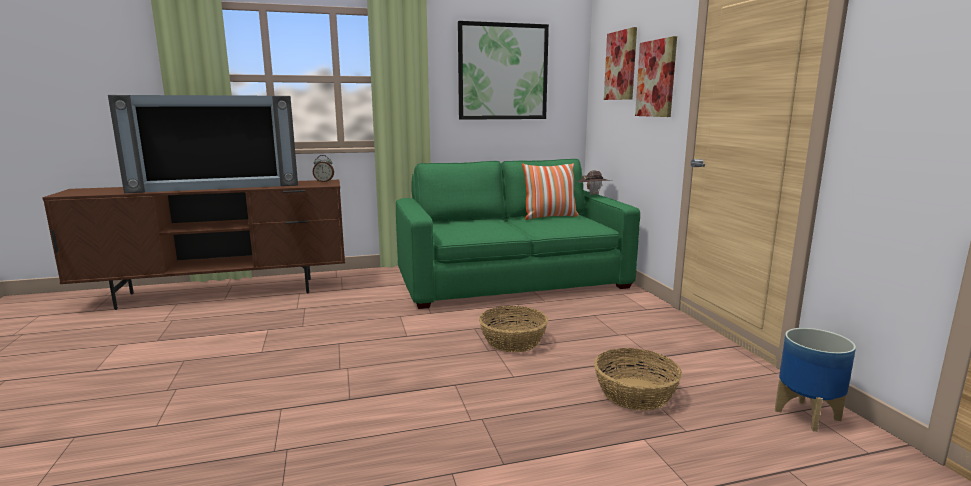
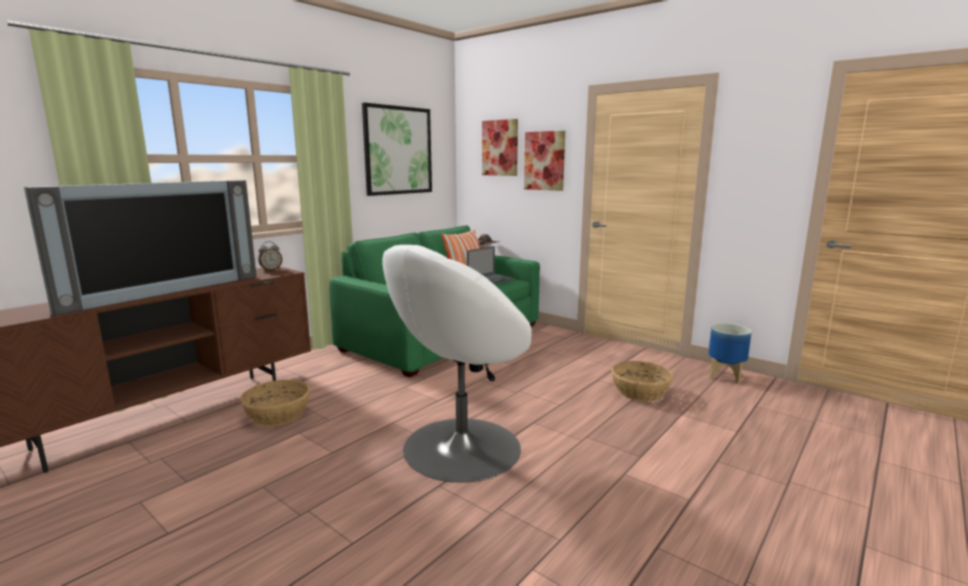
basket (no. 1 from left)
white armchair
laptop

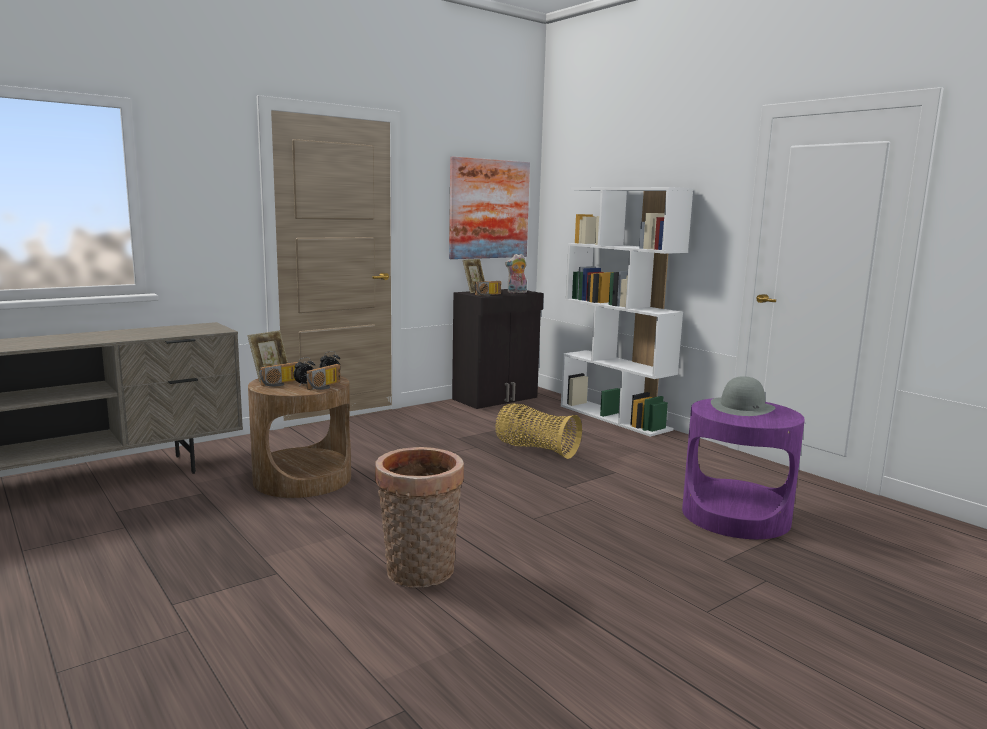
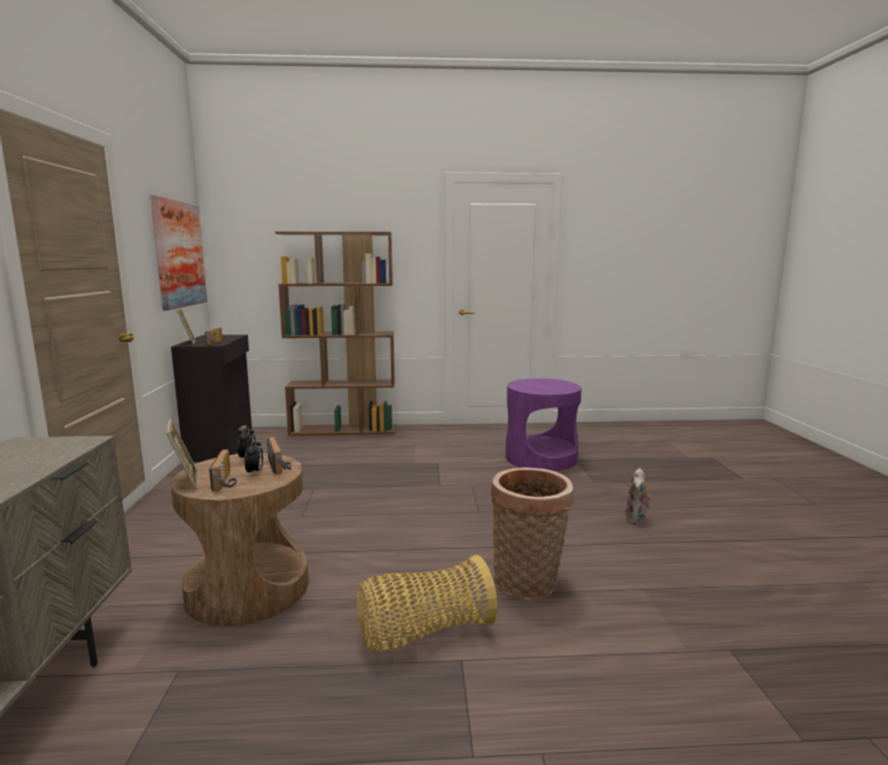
basket (no. 1 from left)
plush toy
brown bookcase
grey hat

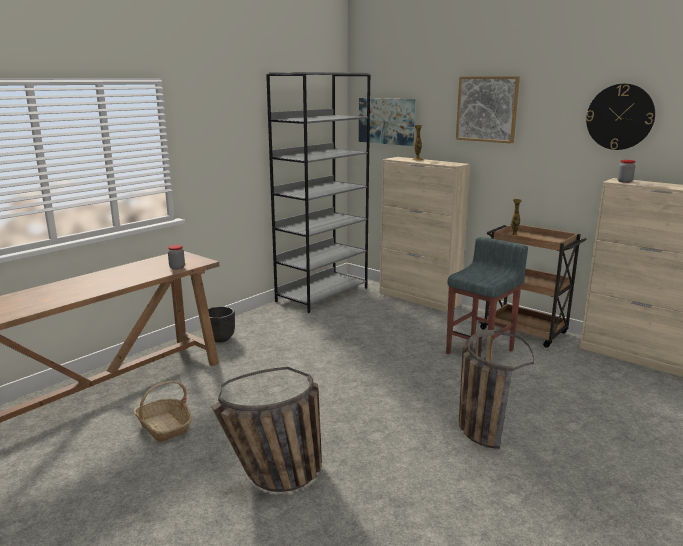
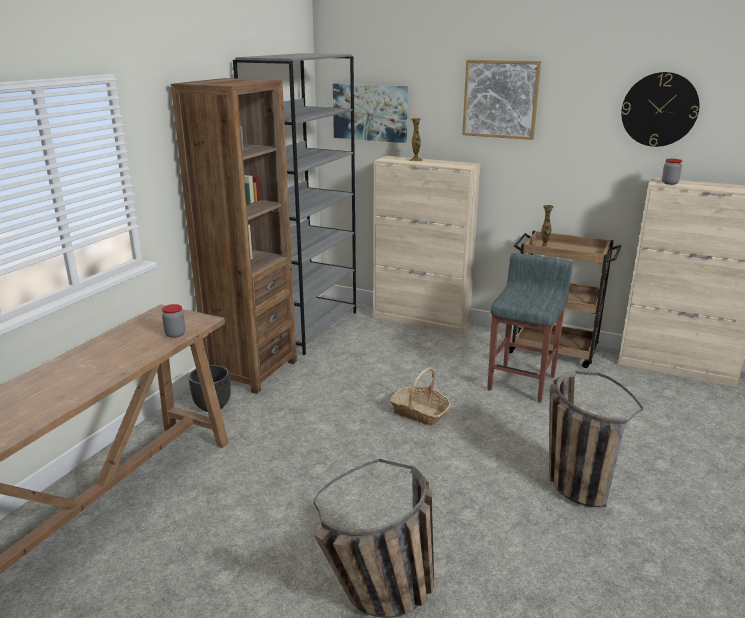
basket (no. 2 from left)
brown bookcase

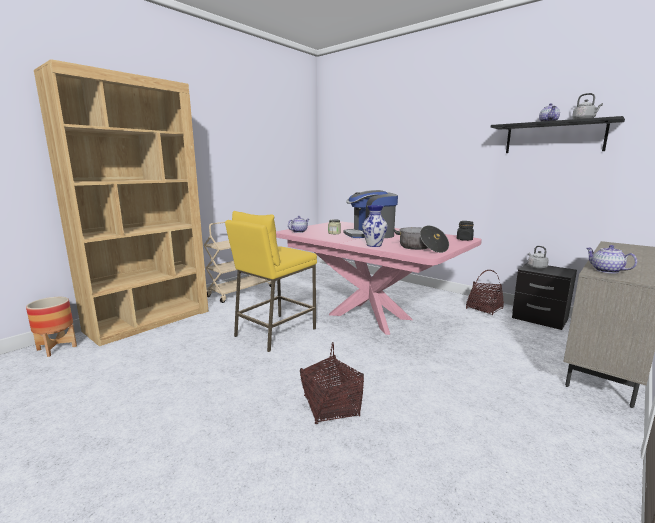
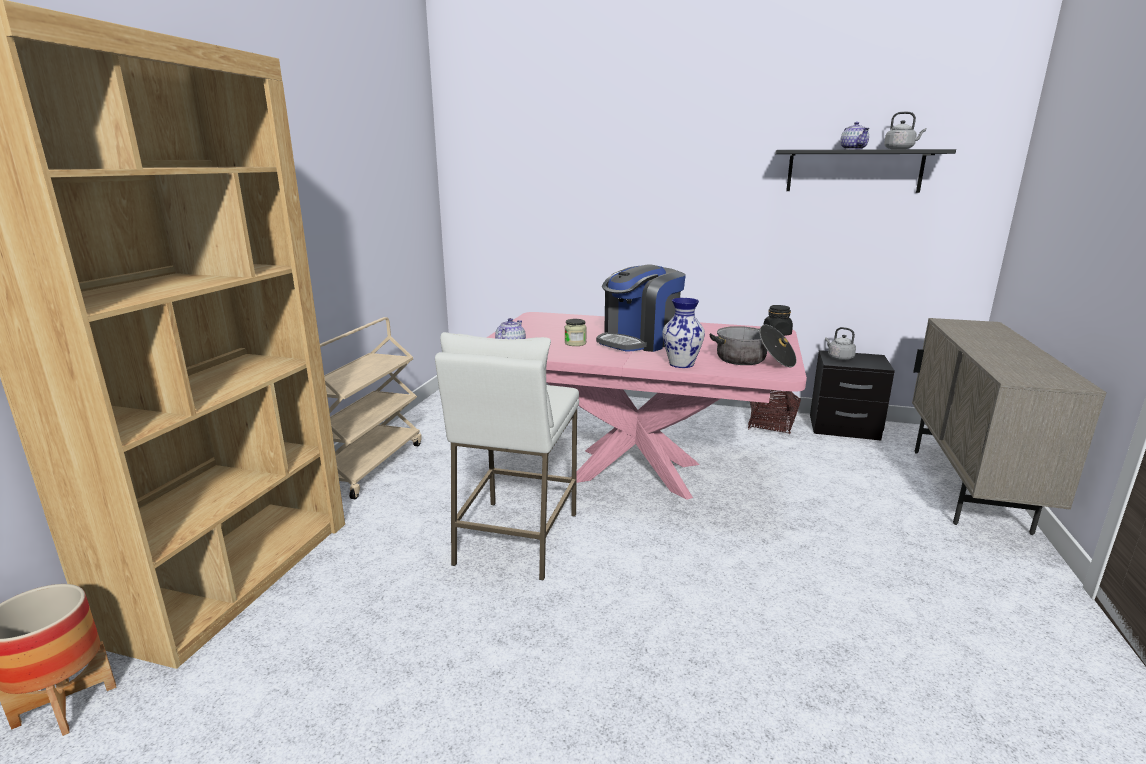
white stool
basket (no. 1 from left in the first image)
teapot (no. 3 from left in the first image)

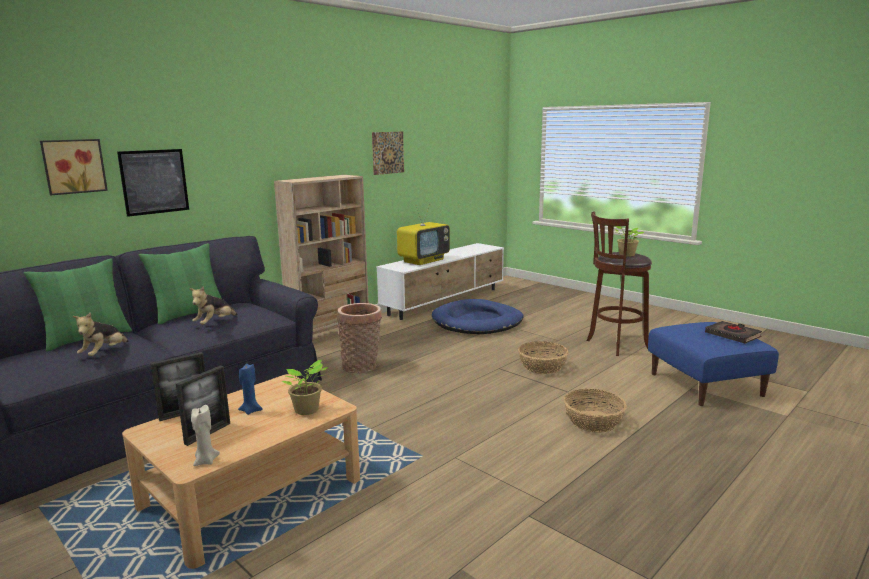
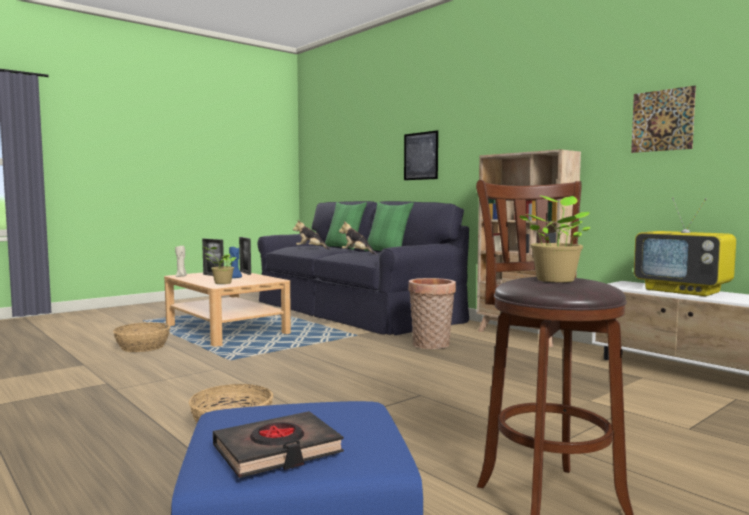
picture (no. 1 from left in the first image)
blue dog bed
basket (no. 1 from left)

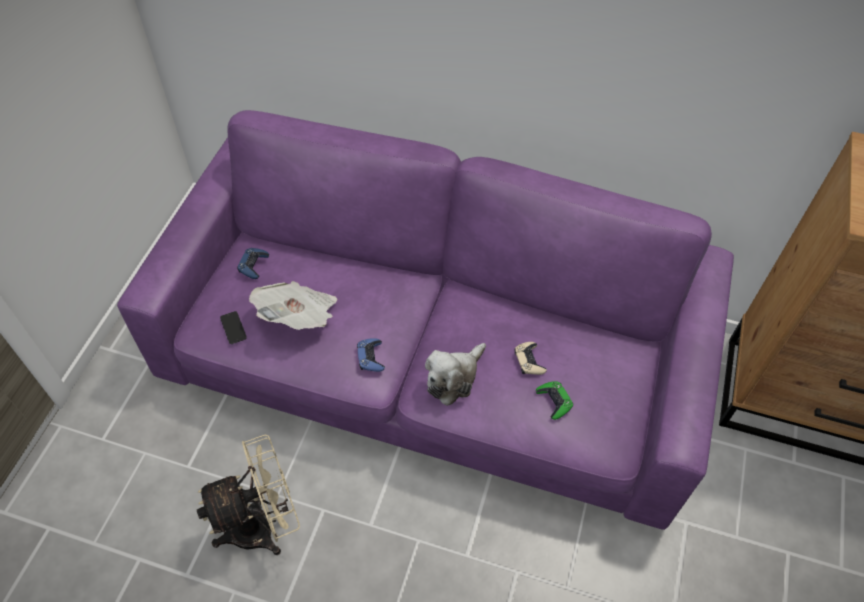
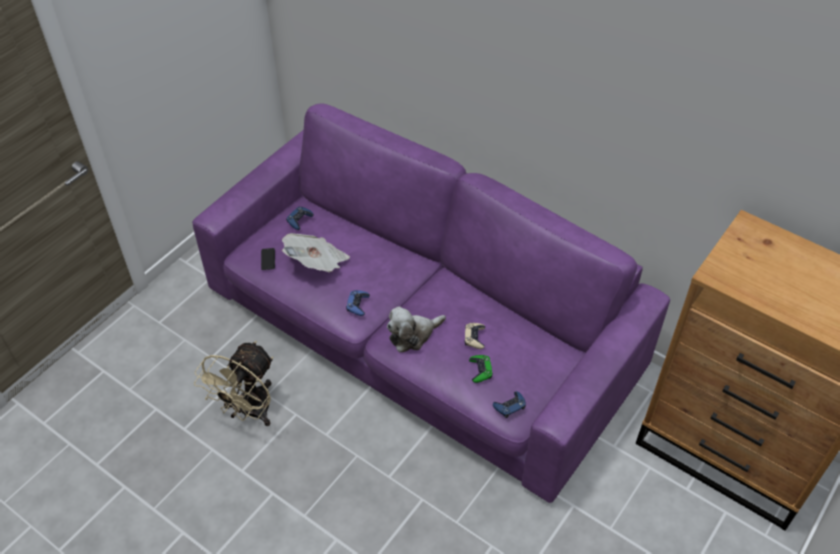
beige fan
blue game controller (no. 3 from left)

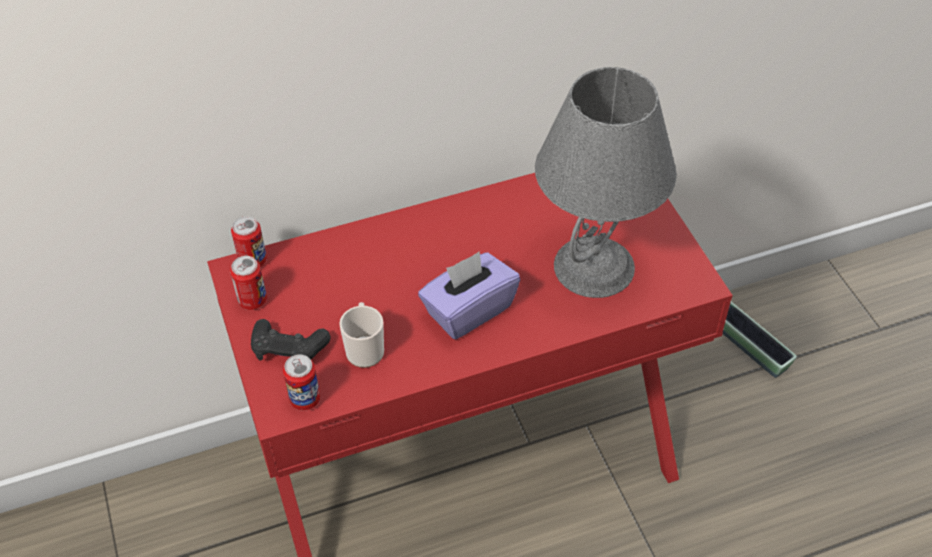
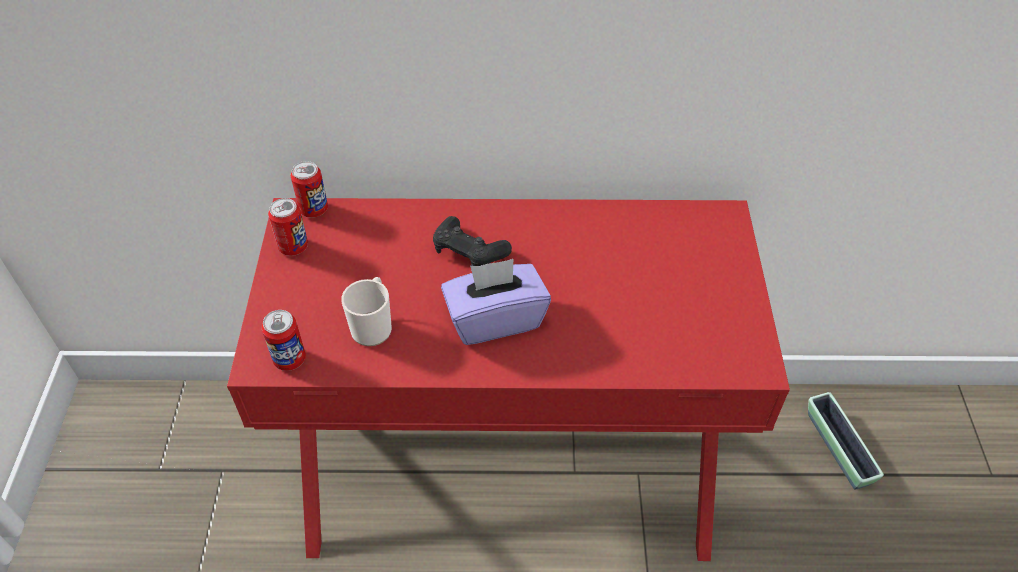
black game controller
grey table lamp

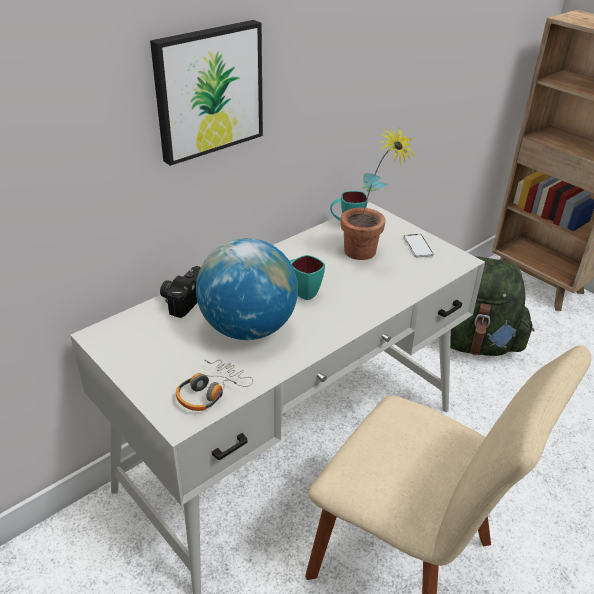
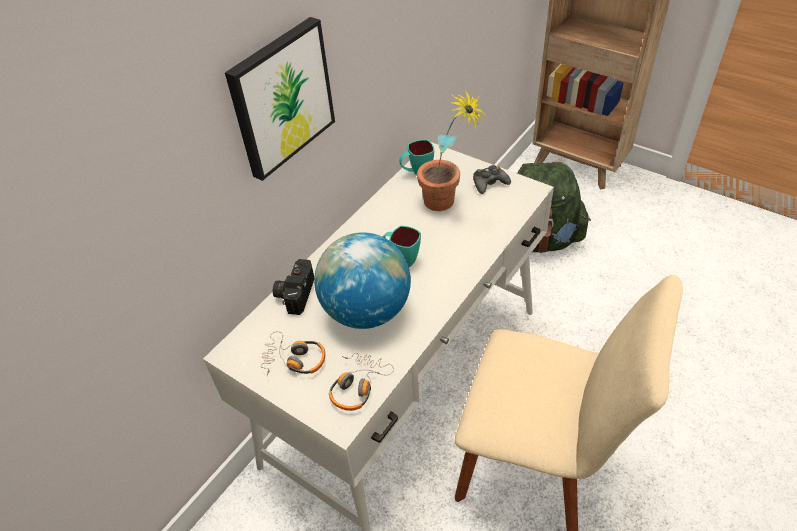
black game controller
headphones (no. 1 from left)

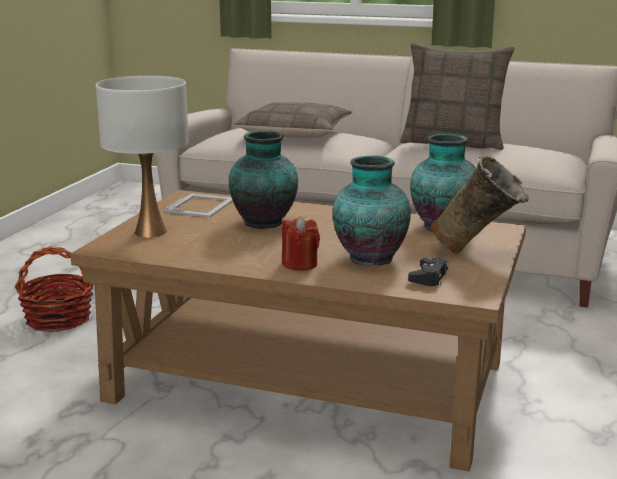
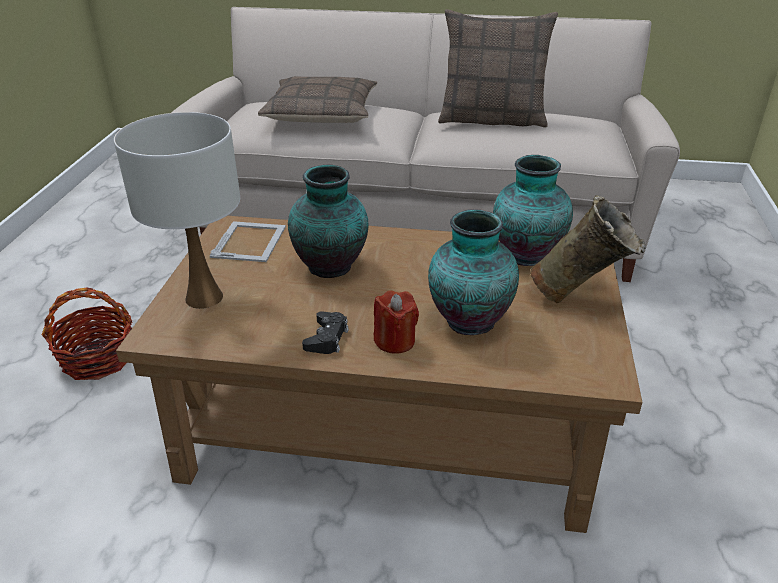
black game controller

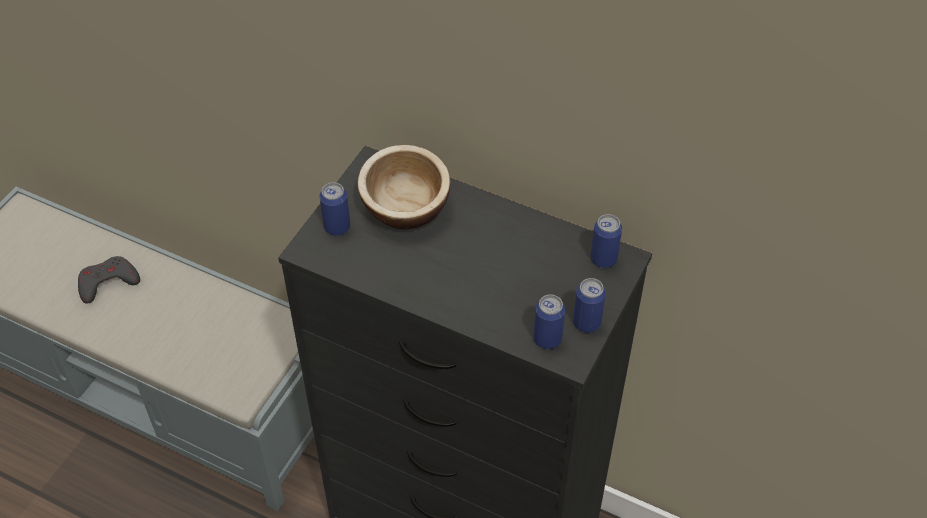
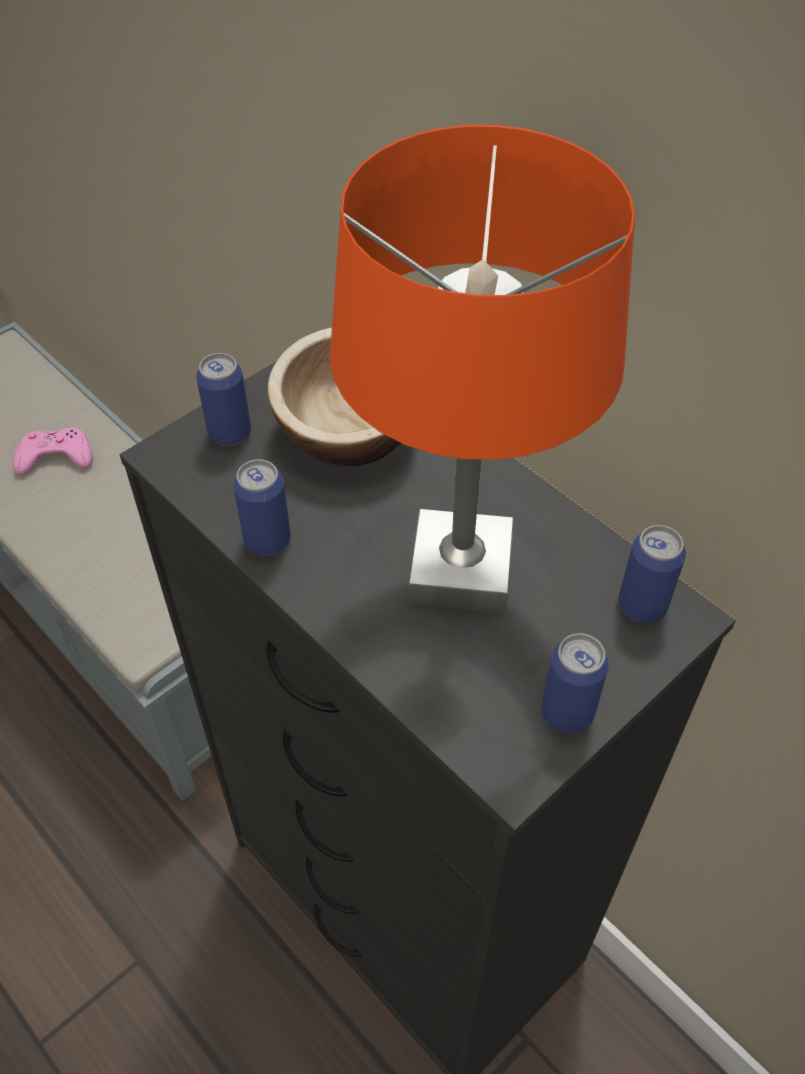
pink game controller
can (no. 2 from left)
orange table lamp

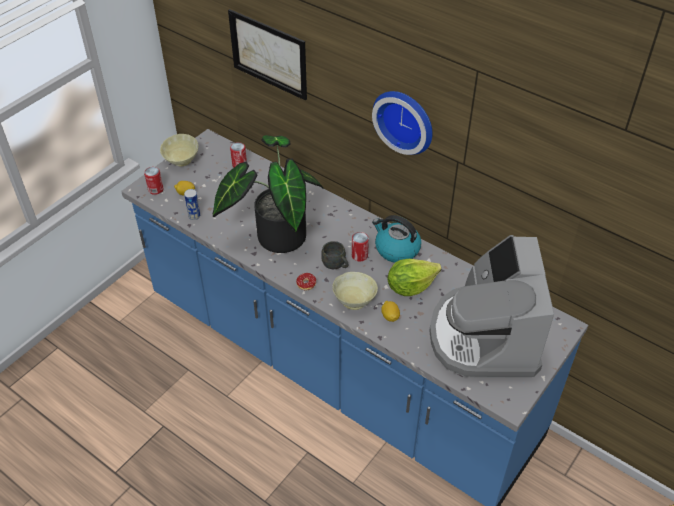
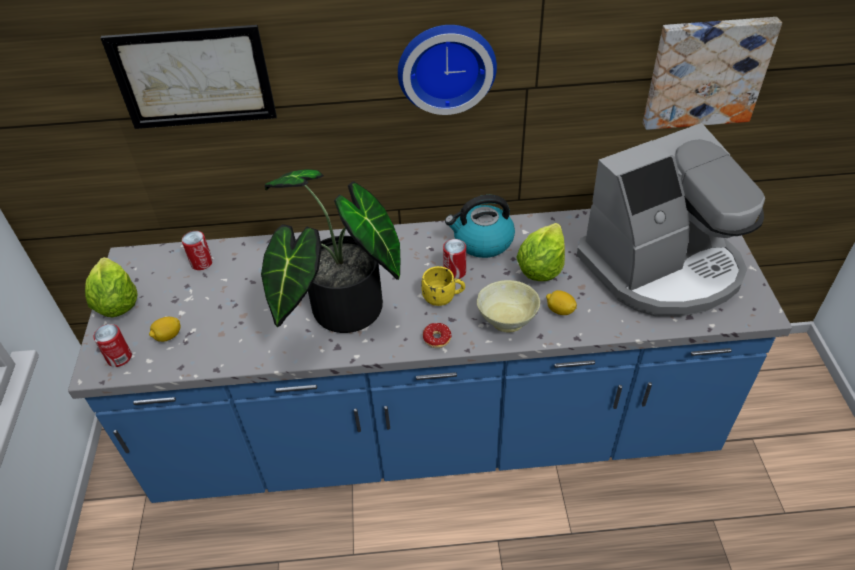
lettuce (no. 1 from left)
can (no. 2 from left in the first image)
yellow mug
coffee machine
picture (no. 2 from left)

